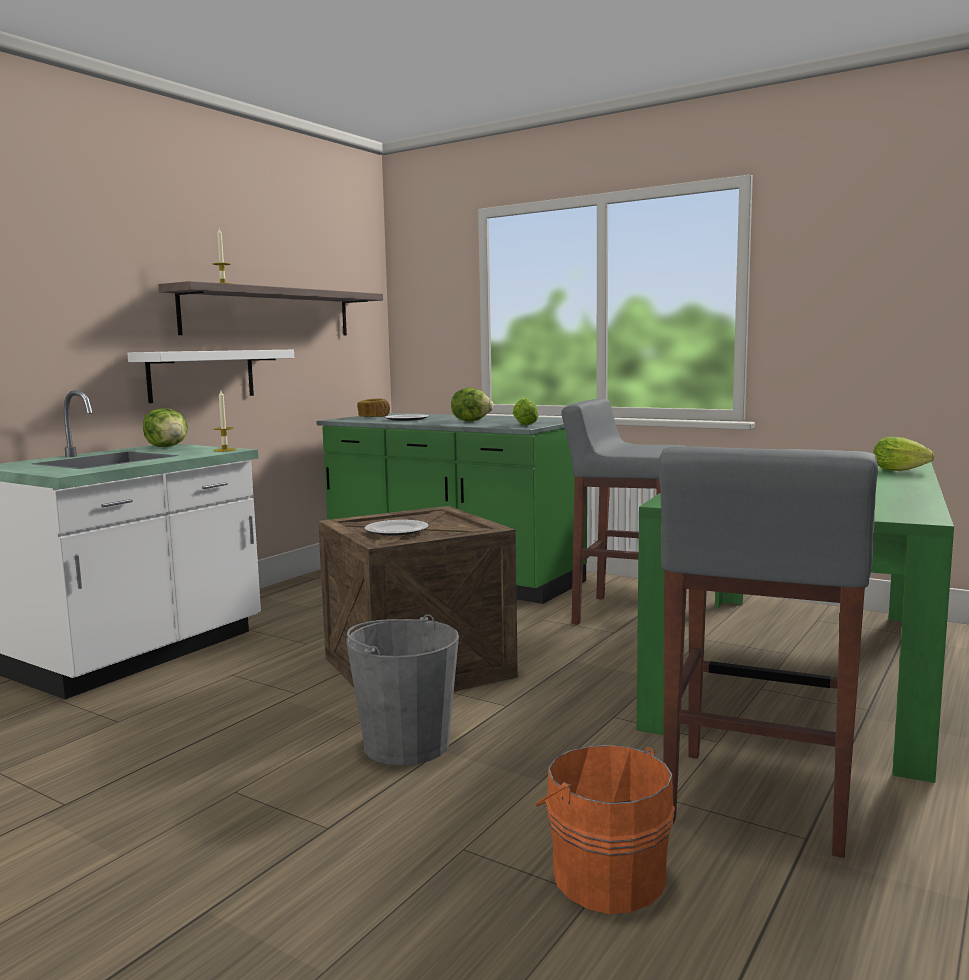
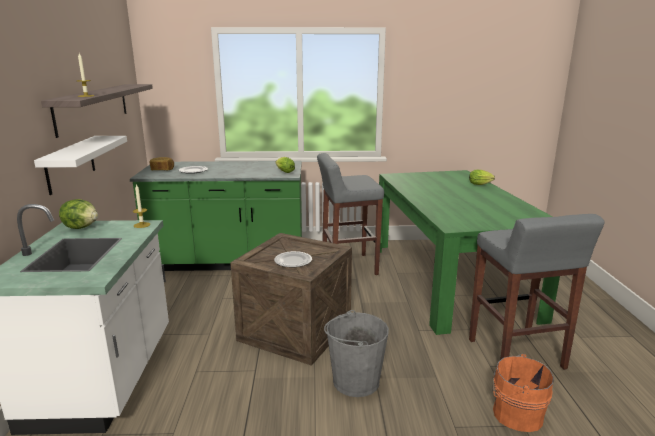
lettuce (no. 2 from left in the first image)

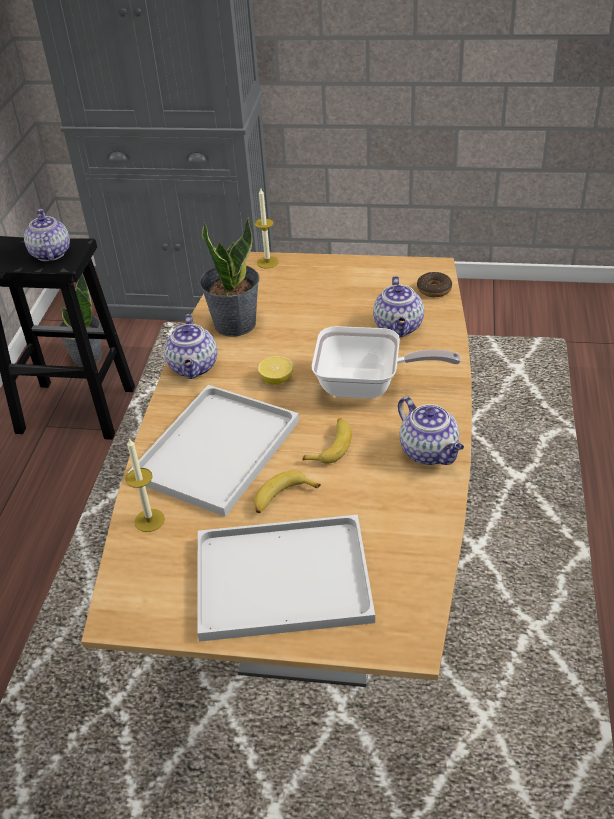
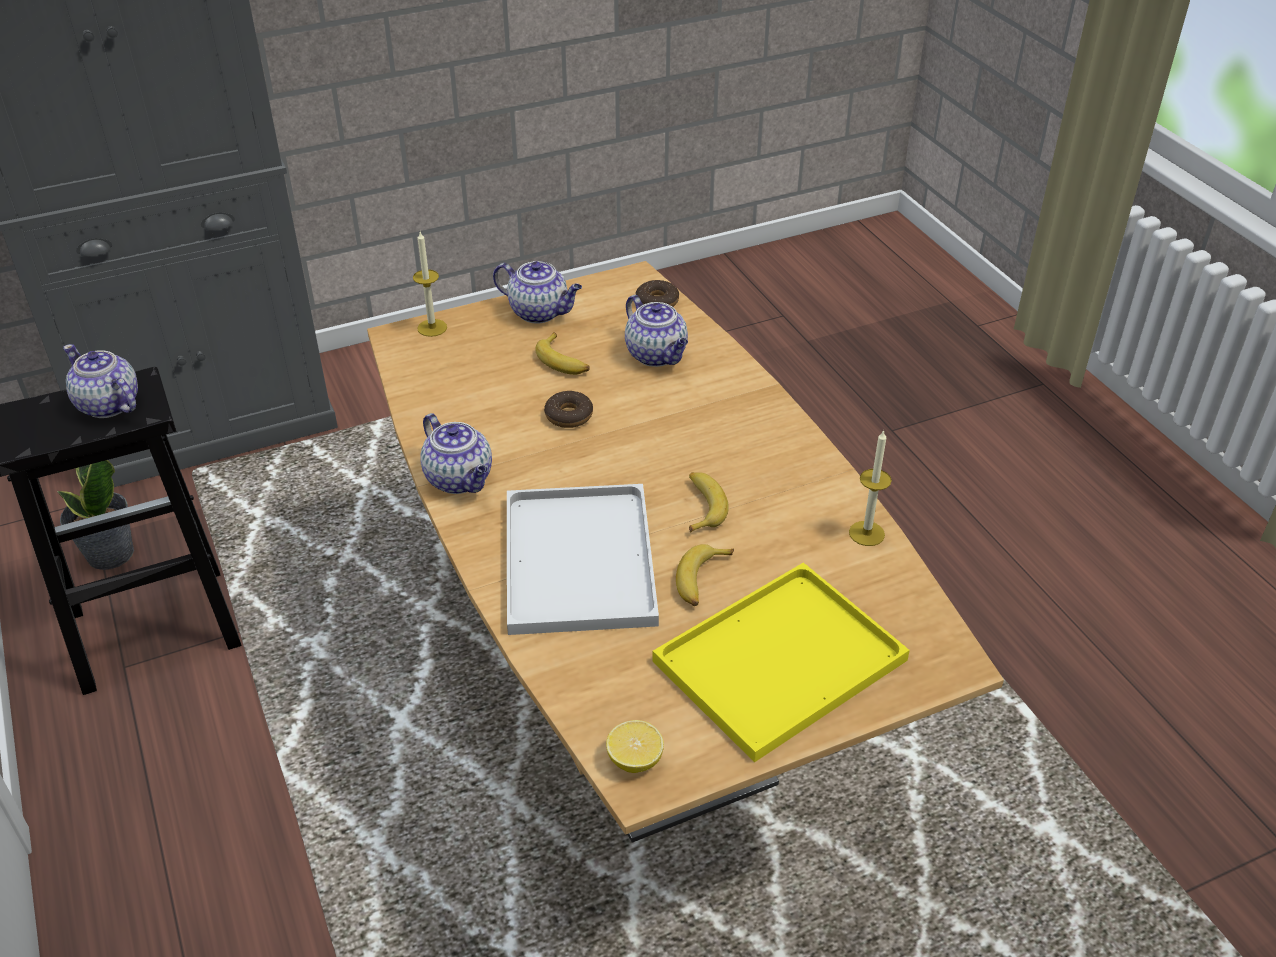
candle (no. 2 from left)
yellow tray
potted plant (no. 2 from left in the first image)
lemon
frying pan
teapot (no. 3 from left)
banana (no. 1 from left)
donut (no. 1 from left)

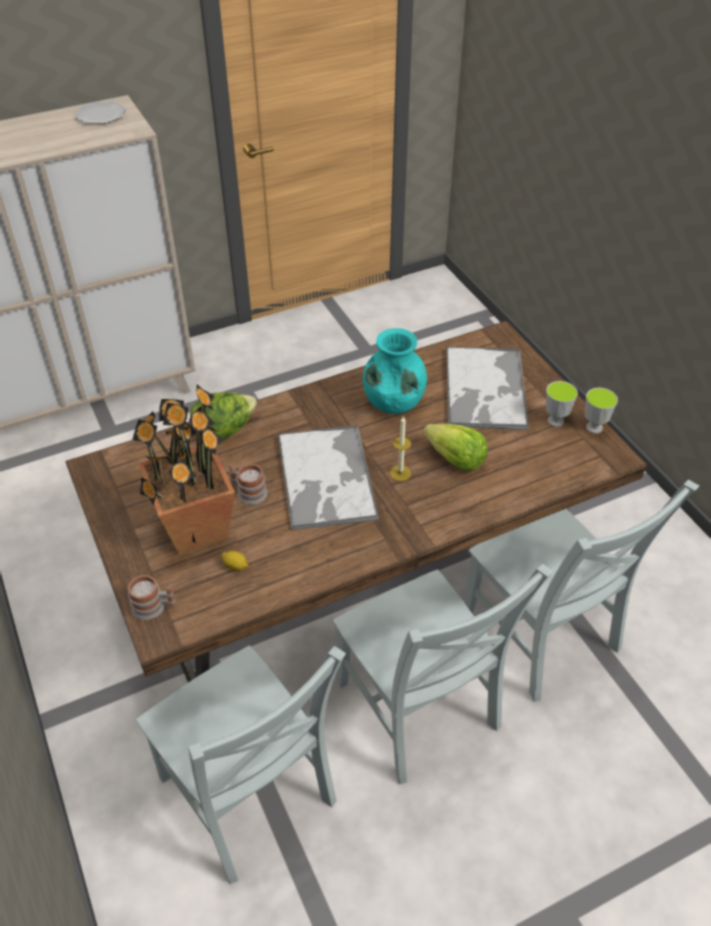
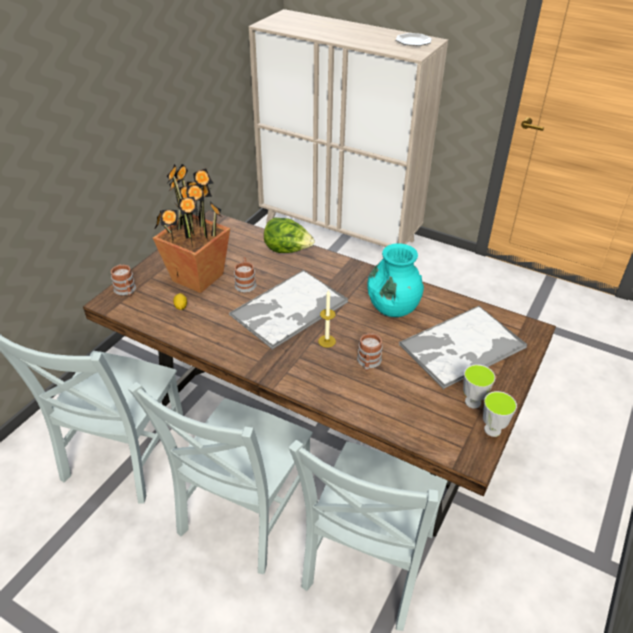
mug (no. 3 from left)

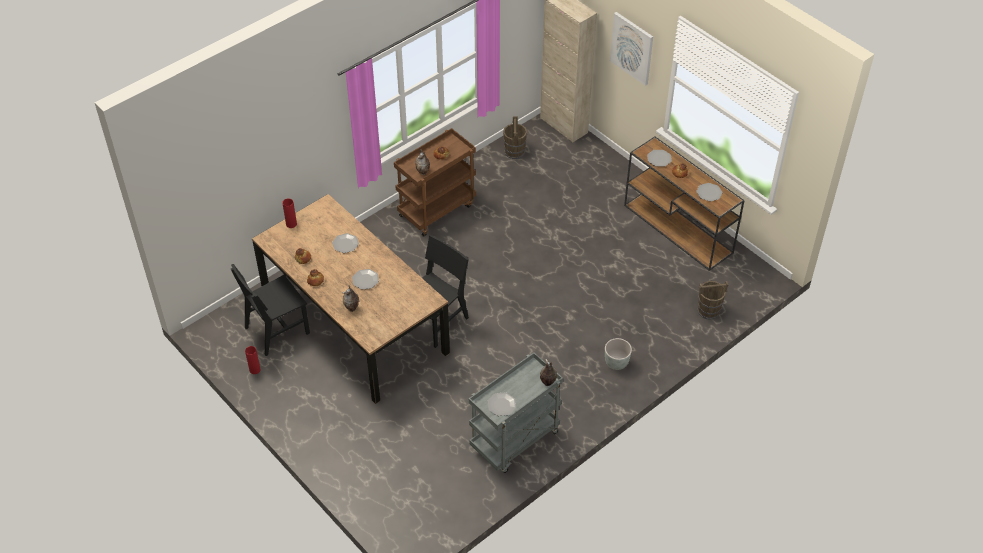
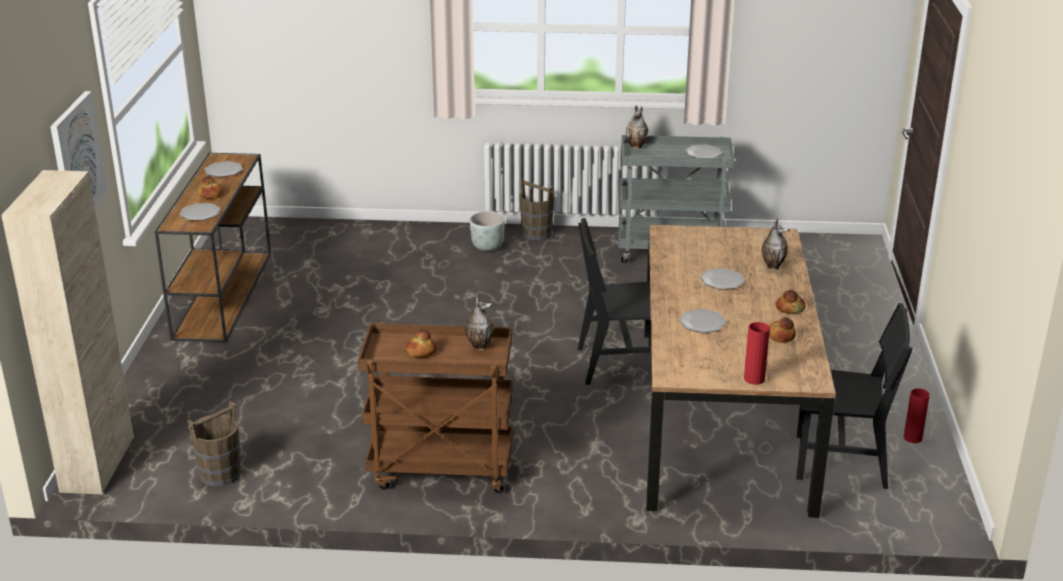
brown bucket (no. 2 from left)

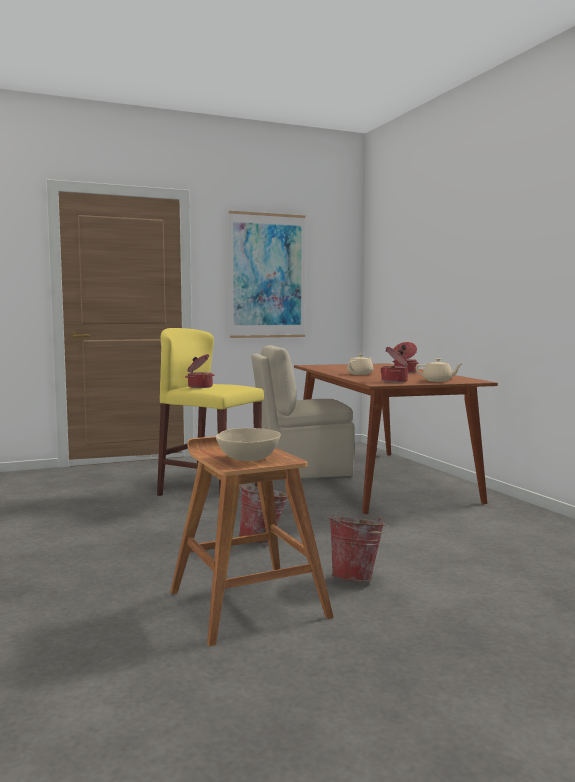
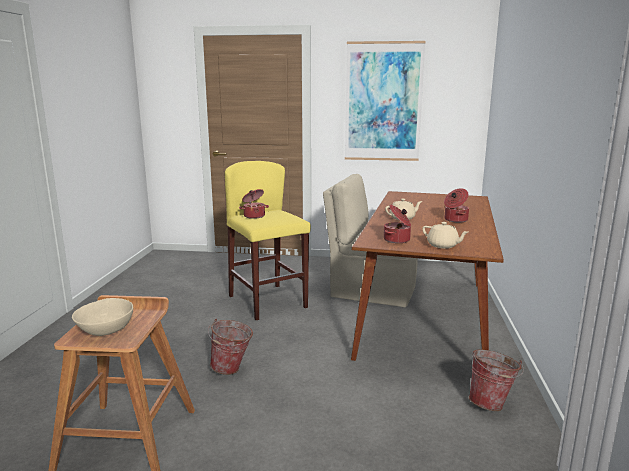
bucket (no. 2 from left)

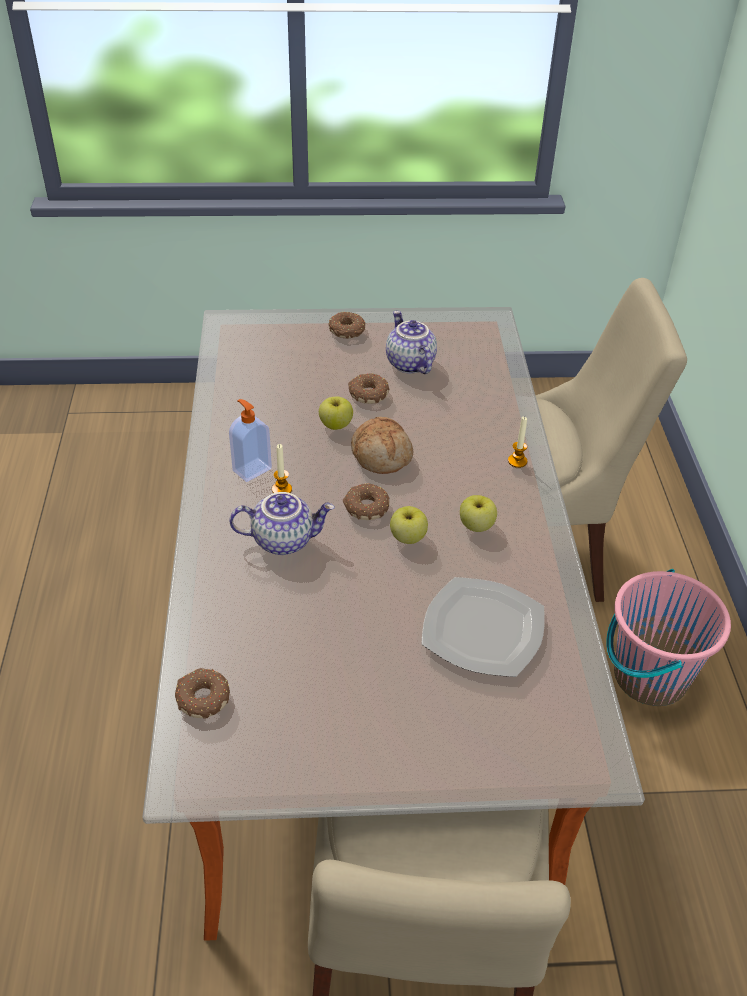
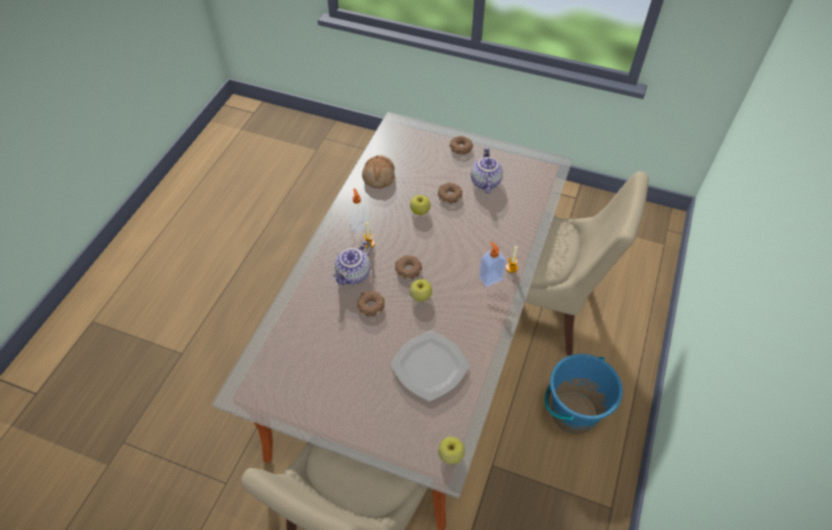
donut (no. 1 from left)
teapot (no. 1 from left)
bread
apple (no. 3 from left)
blue bucket
soap dispenser (no. 2 from left)

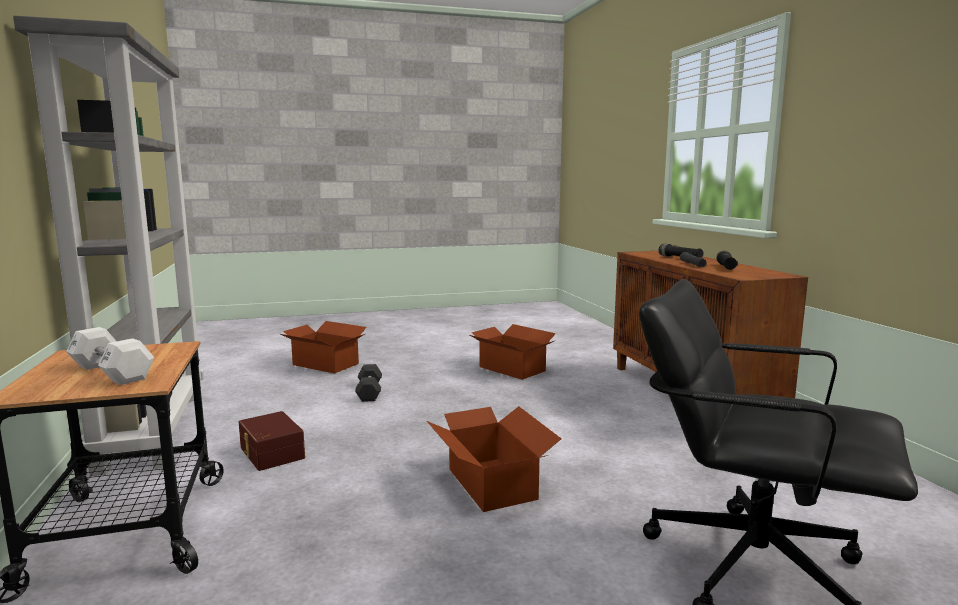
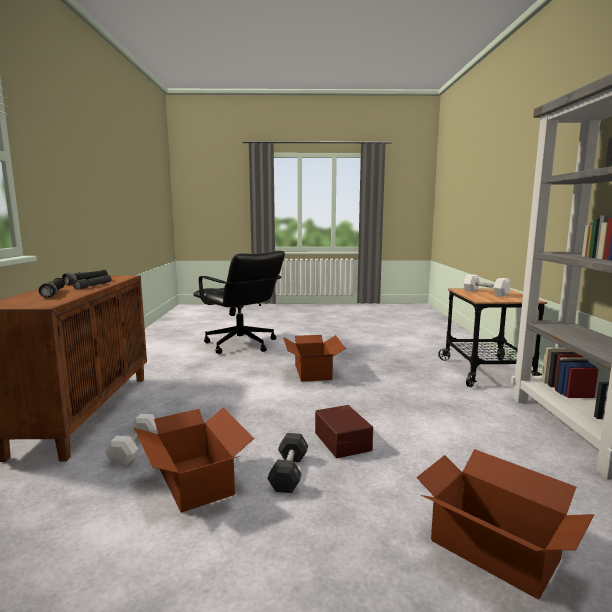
brown storage box
black dumbbell
white dumbbell (no. 1 from left)

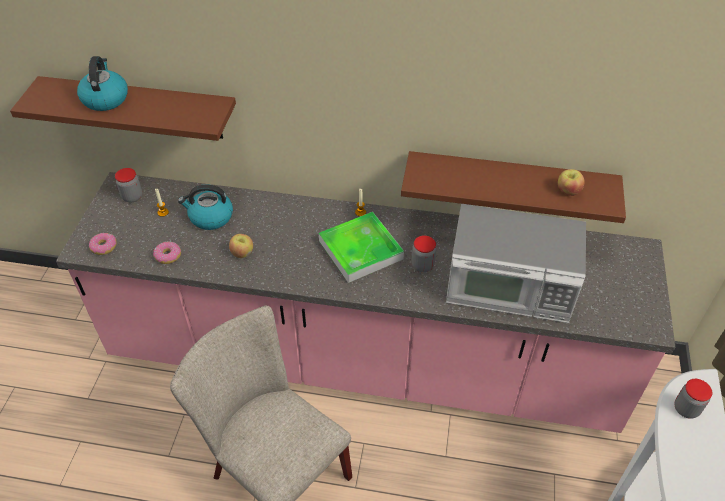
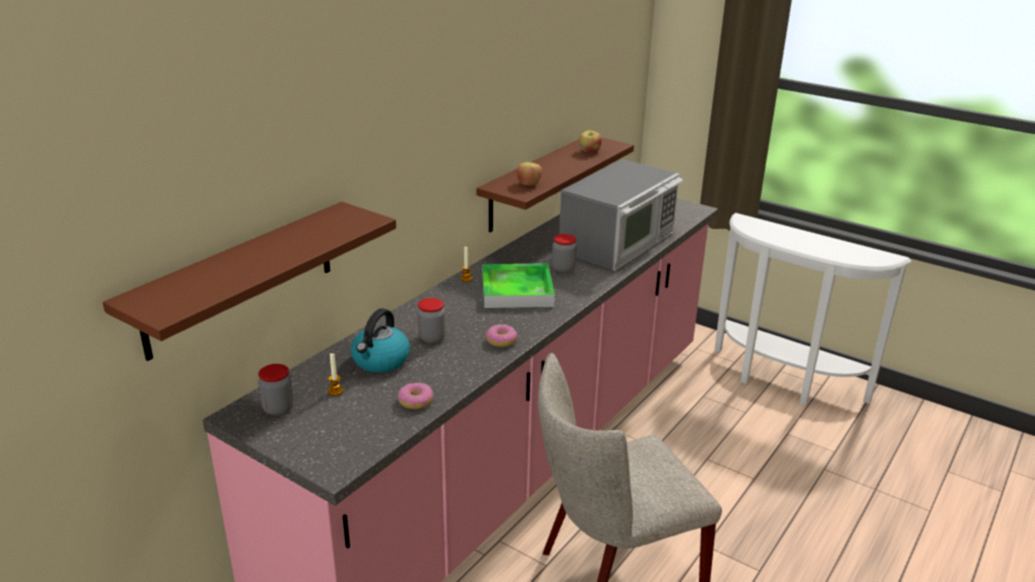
kettle (no. 1 from left in the first image)
donut (no. 2 from left)
apple (no. 1 from left)
jar (no. 2 from left)

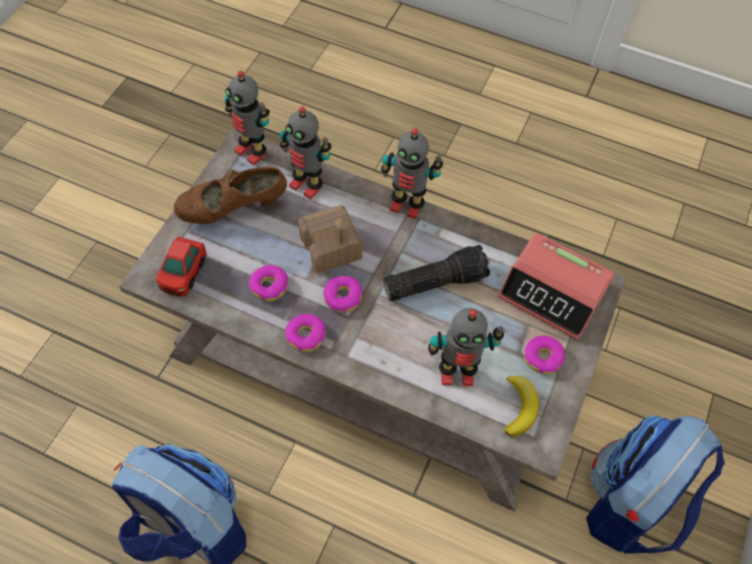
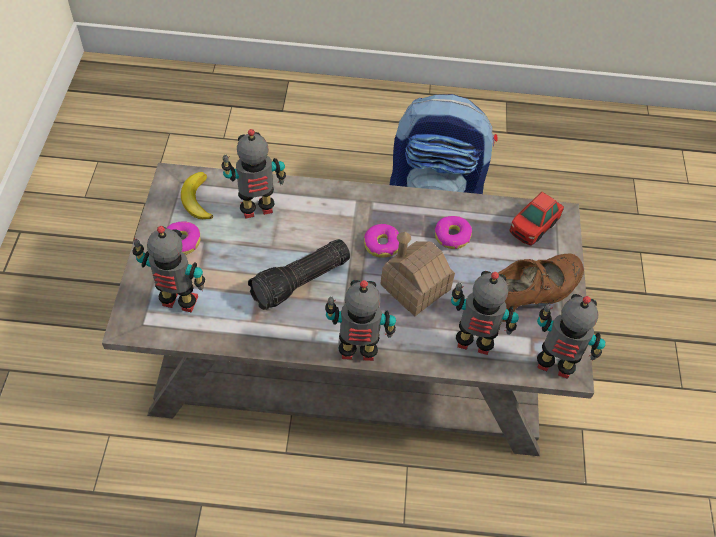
toy car
donut (no. 2 from left in the first image)
toy robot (no. 1 from left)
backpack (no. 2 from left in the first image)

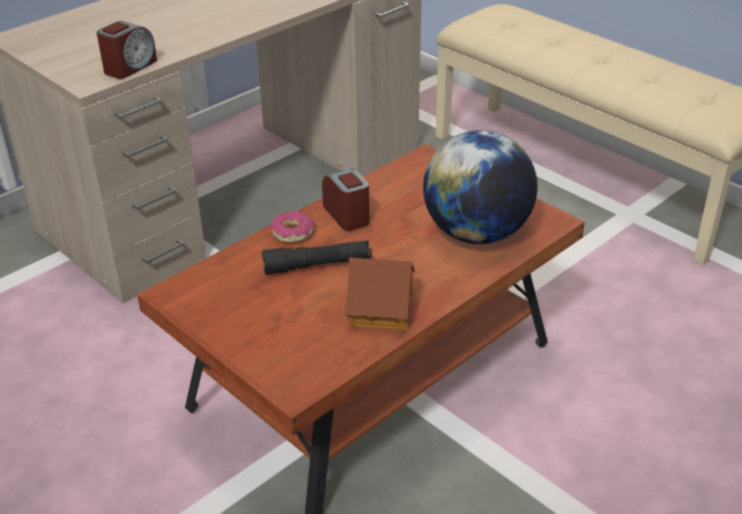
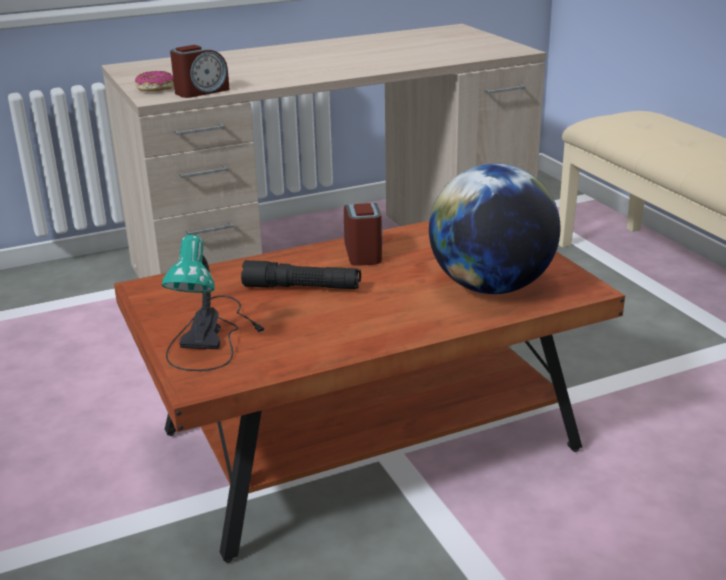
donut
toy house
table lamp

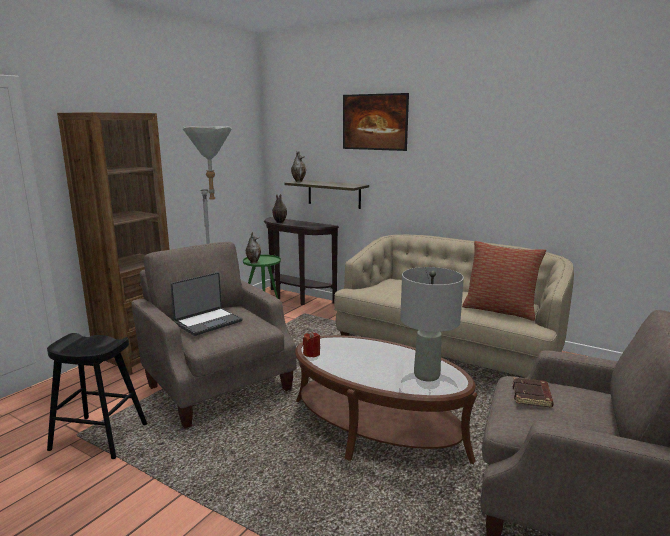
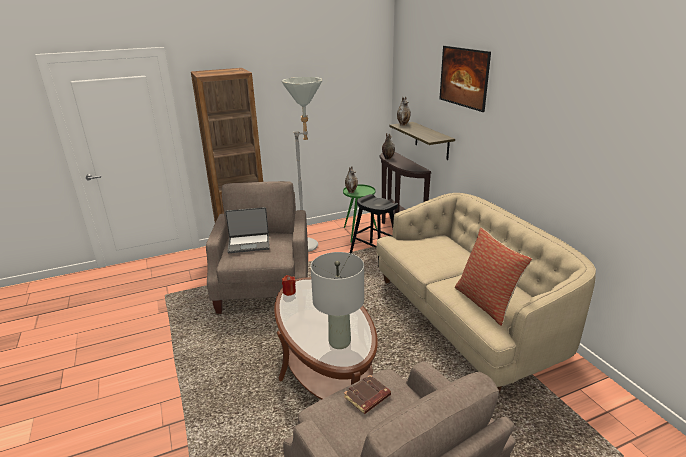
black stool

